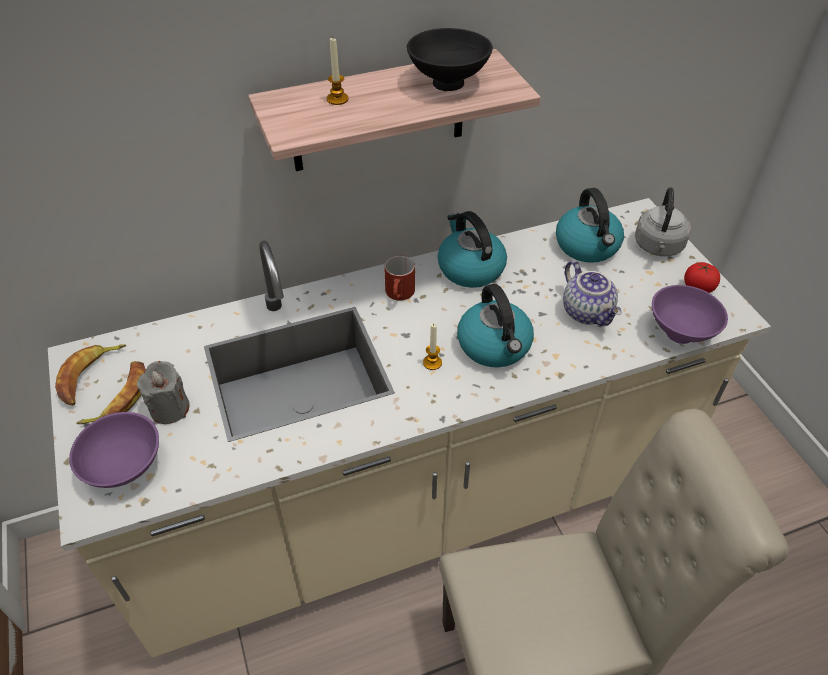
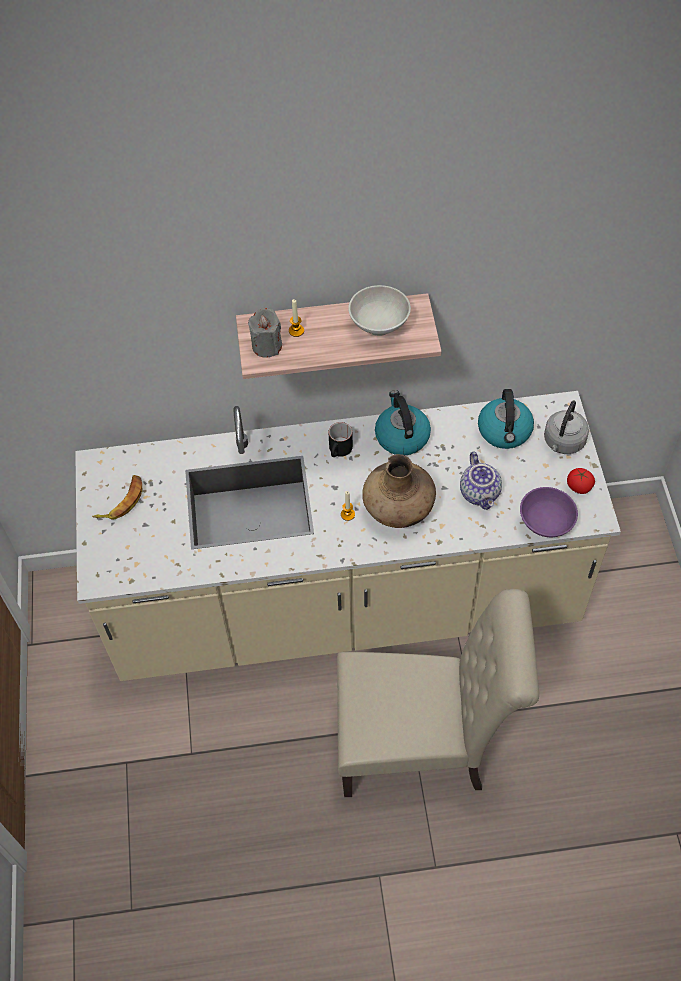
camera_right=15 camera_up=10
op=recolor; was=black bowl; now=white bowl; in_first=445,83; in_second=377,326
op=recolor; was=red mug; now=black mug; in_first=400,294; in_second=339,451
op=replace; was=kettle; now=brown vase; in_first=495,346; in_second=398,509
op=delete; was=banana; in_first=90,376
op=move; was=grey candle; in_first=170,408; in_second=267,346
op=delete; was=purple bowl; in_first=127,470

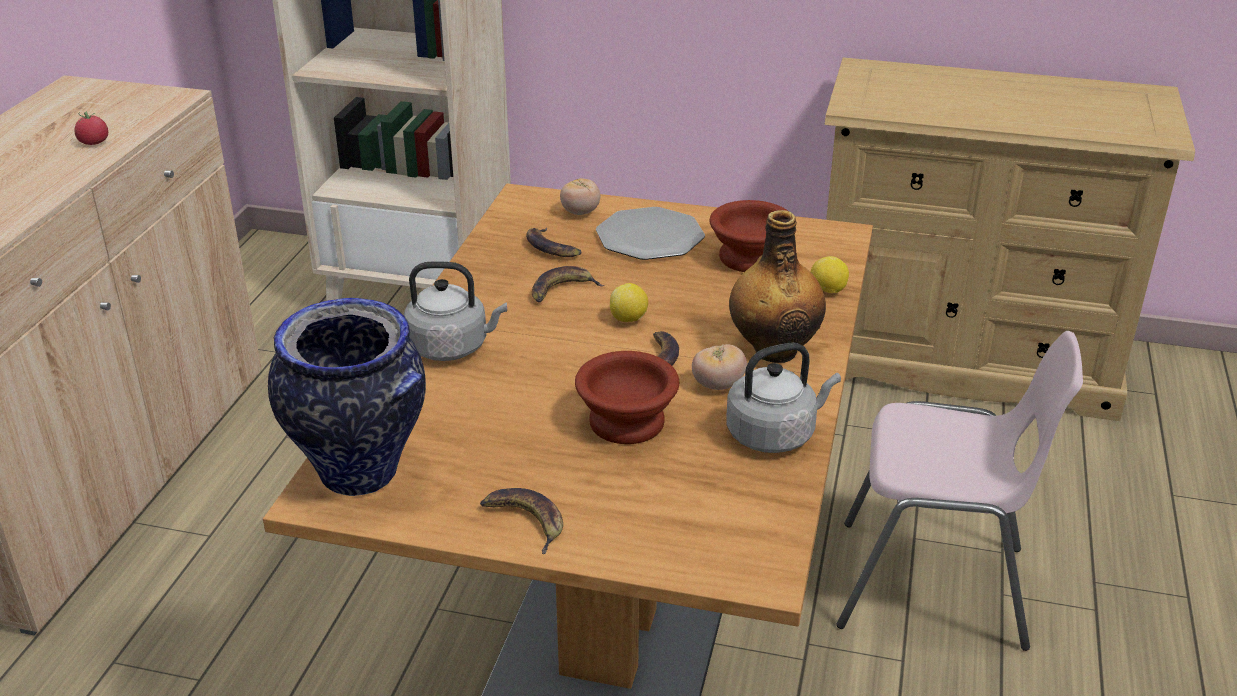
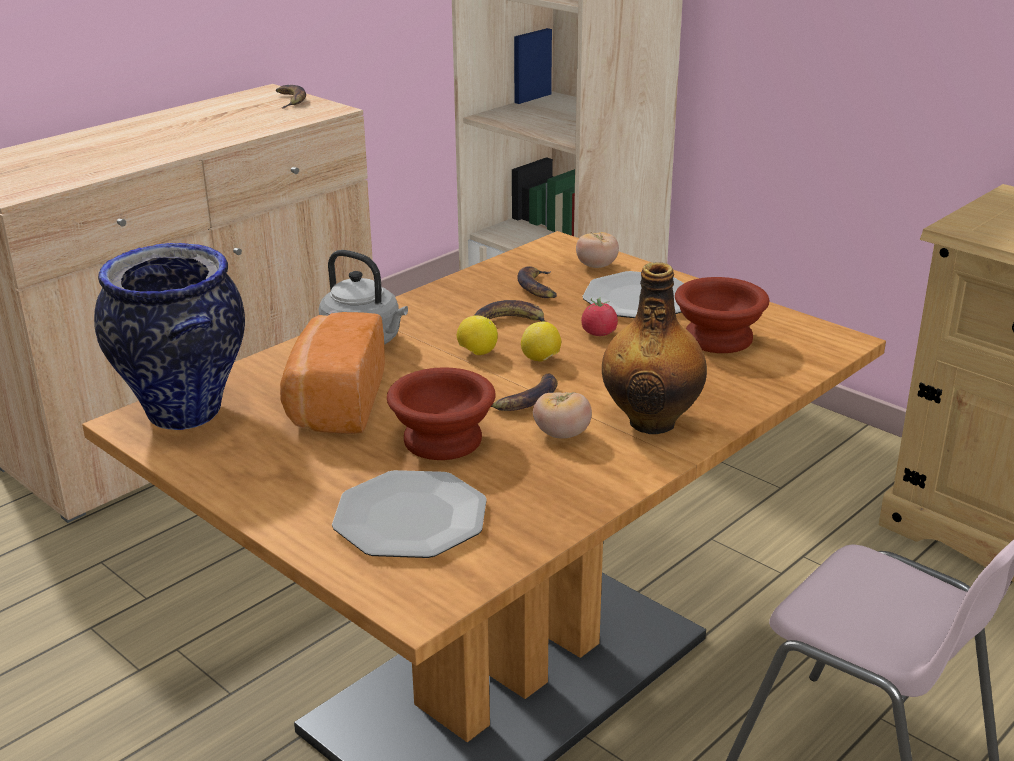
camera_right=30 camera_up=-5
op=move; was=tomato; in_first=94,143; in_second=599,333
op=move; was=lemon; in_first=827,291; in_second=477,353
op=delete; was=grey kettle; in_first=774,434
op=move; was=banana; in_first=524,521; in_second=290,100
op=insert; now=bread; in_second=334,403
op=insert; now=plate; in_second=410,518

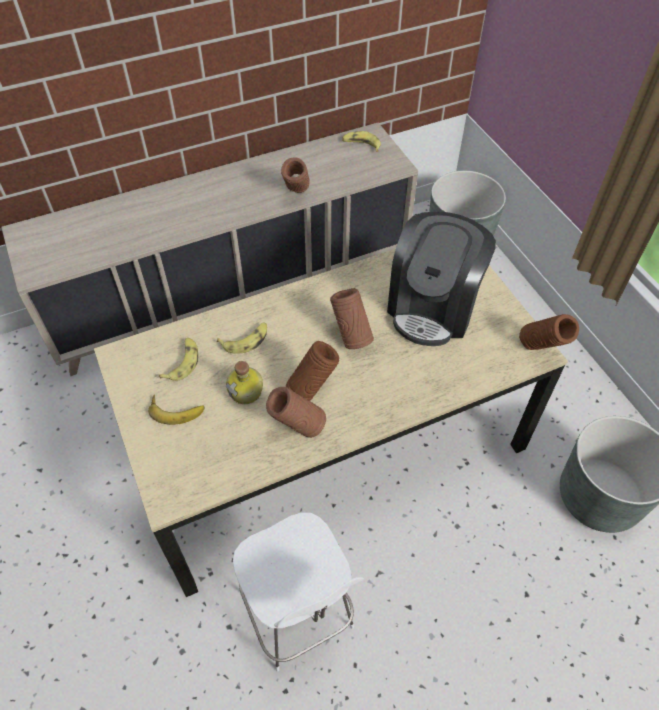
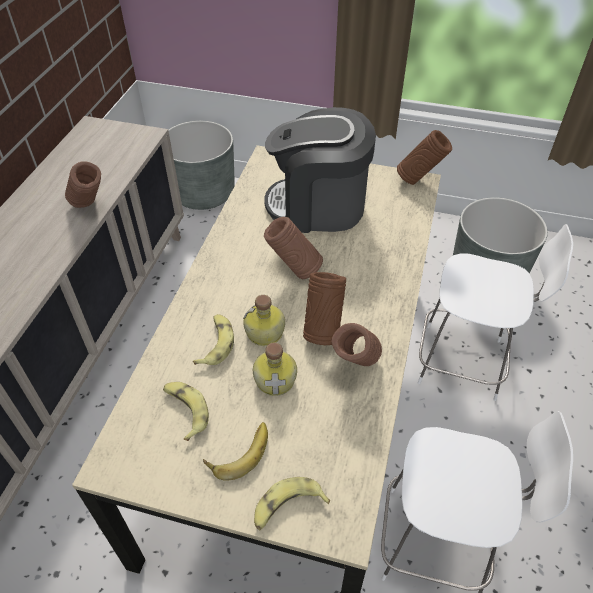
camera_right=-50 camera_up=-5
op=move; was=banana; in_first=361,145; in_second=287,507
op=rotate; was=coffee machine; in_first=433,307; in_second=318,206; clockwise=120
op=insert; now=white chair; in_second=464,362
op=insert; now=bottle; in_second=265,333

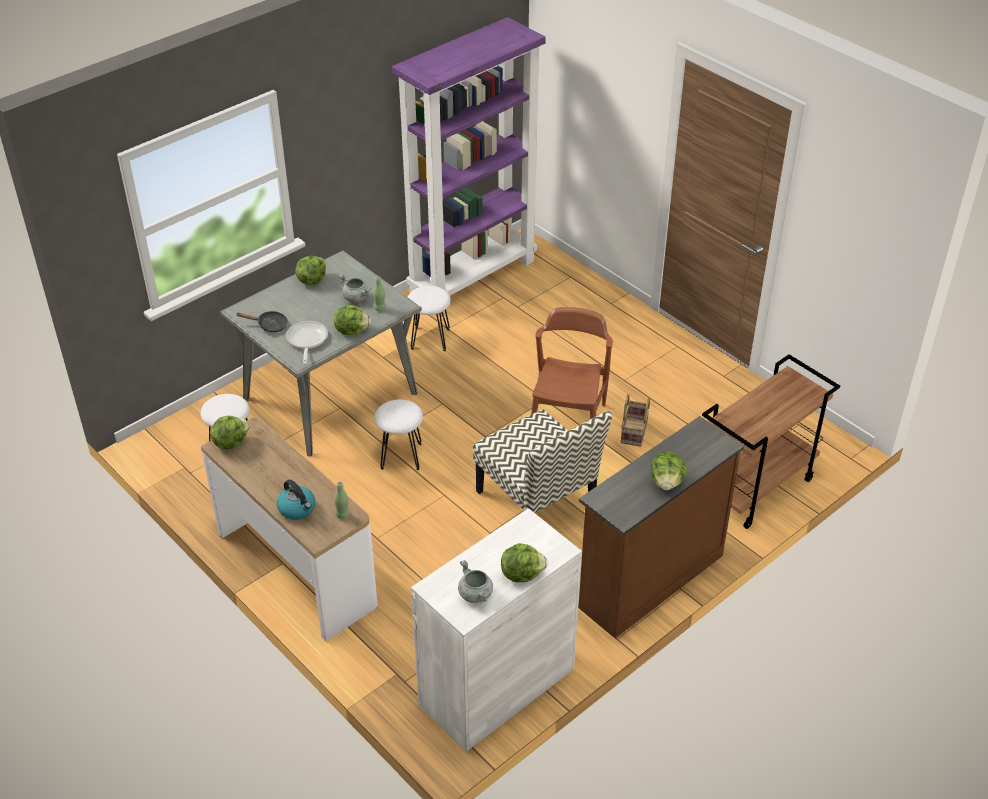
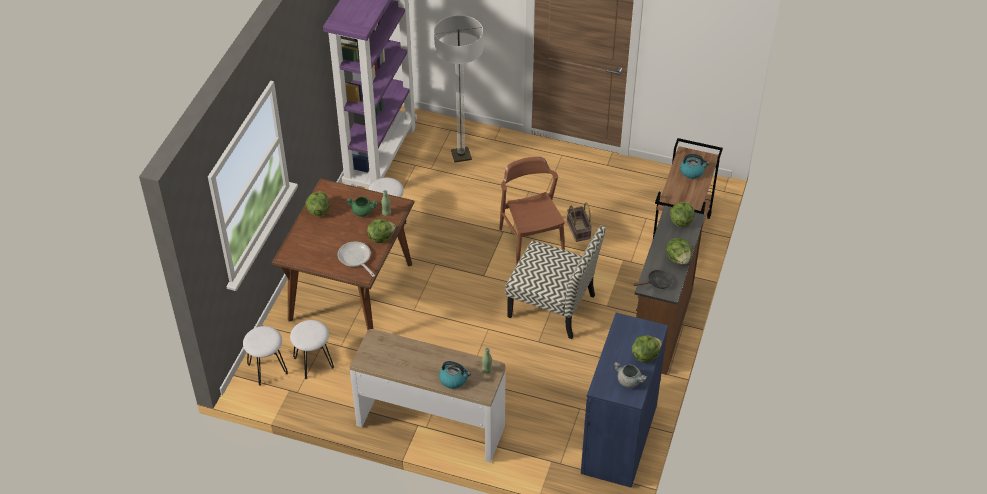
camera_right=-30 camera_up=5
op=recolor; was=grey dining table; now=brown dining table; in_first=330,396; in_second=351,292
op=recolor; was=grey cooking pot; now=green cooking pot; in_first=356,298; in_second=363,211
op=move; was=black frying pan; in_first=269,325; in_second=656,283
op=move; was=white stool; in_first=401,456; in_second=267,369
op=move; was=lettuce; in_first=230,442; in_second=681,221
op=recolor; was=white cabinet; now=blue cabinet; in_first=497,686; in_second=619,439
op=insert; now=floor lamp; in_second=461,155
op=insert; now=kettle; in_second=692,171

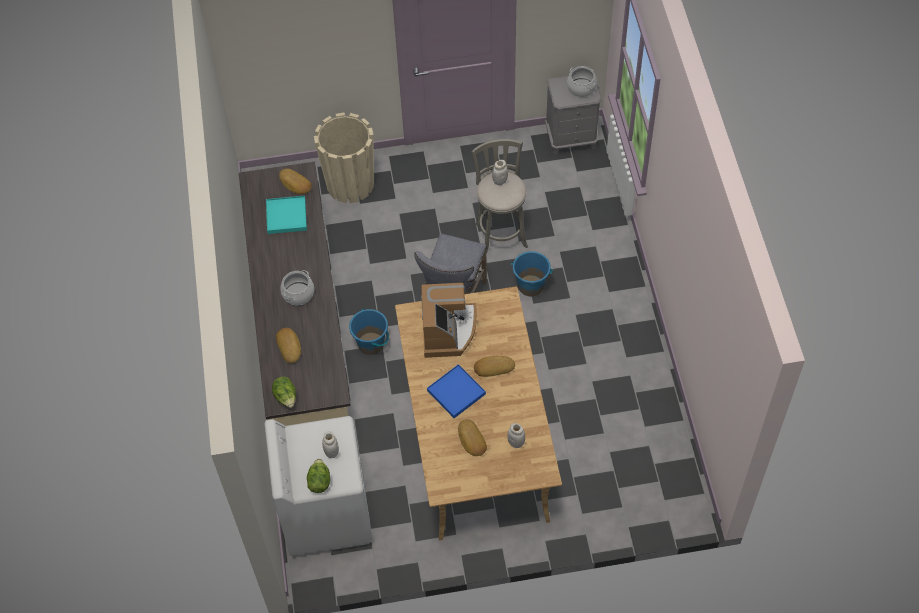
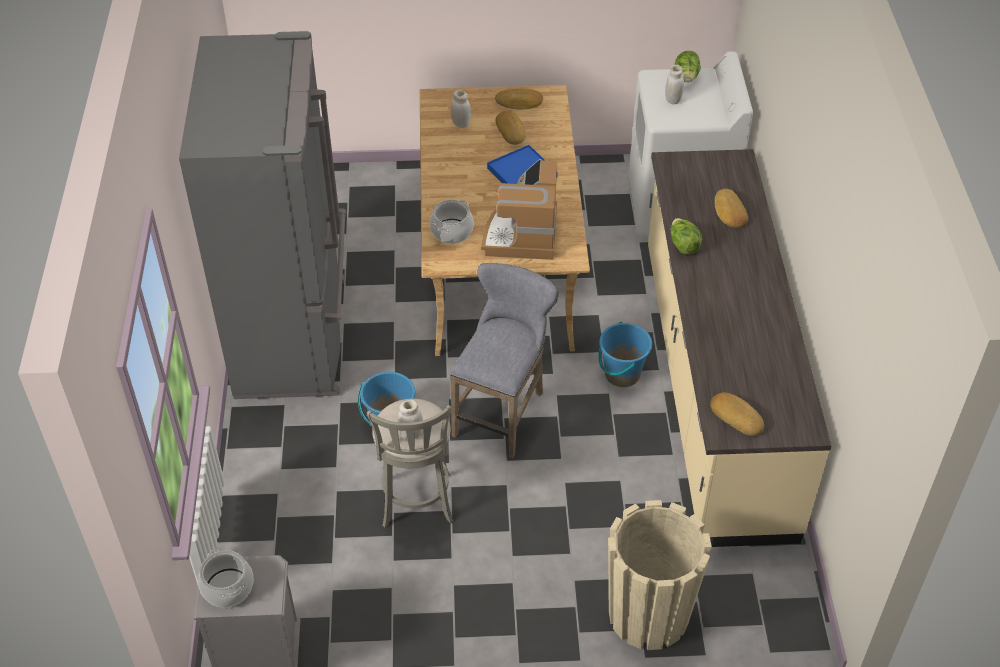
camera_right=-175 camera_up=-10
op=delete; was=turquoise tray; in_first=286,216
op=move; was=cooking pot; in_first=298,293; in_second=452,232
op=move; was=bread; in_first=493,367; in_second=519,102
op=move; was=lettuce; in_first=286,397; in_second=683,245
op=insert; now=grey fridge; in_second=295,336

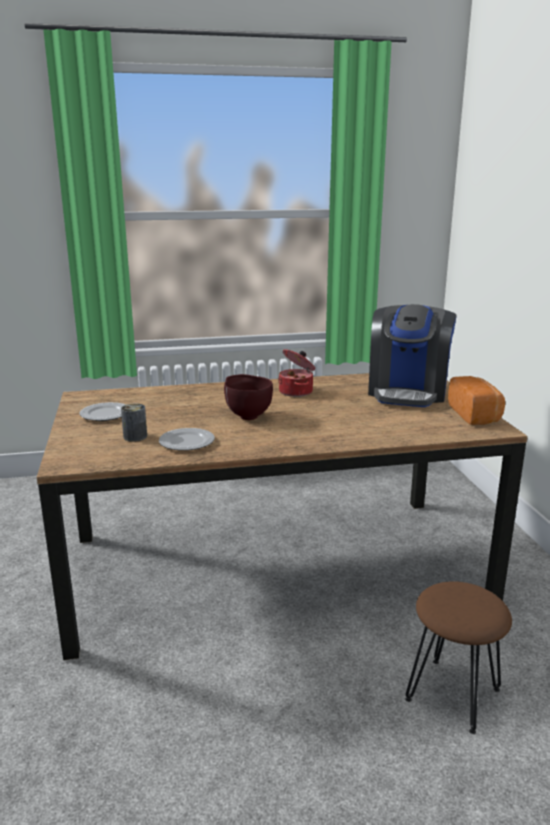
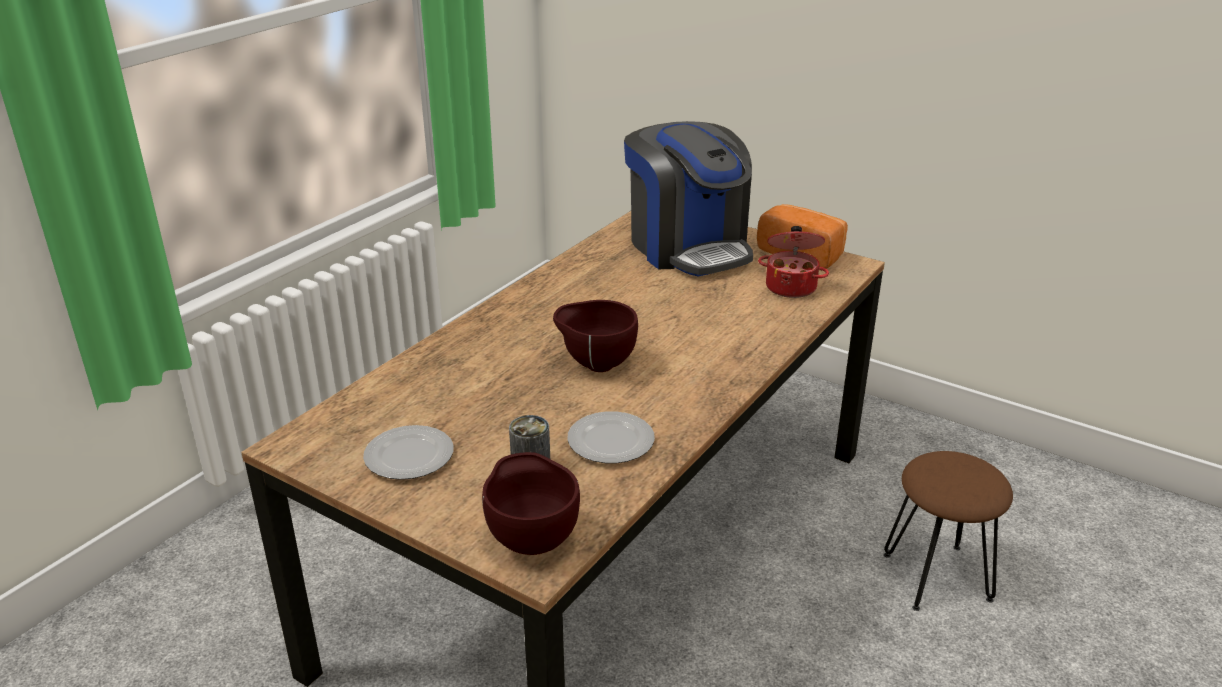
camera_right=-45 camera_up=10
op=move; was=cooking pot; in_first=297,392; in_second=791,286
op=insert; now=brown bowl; in_second=532,540

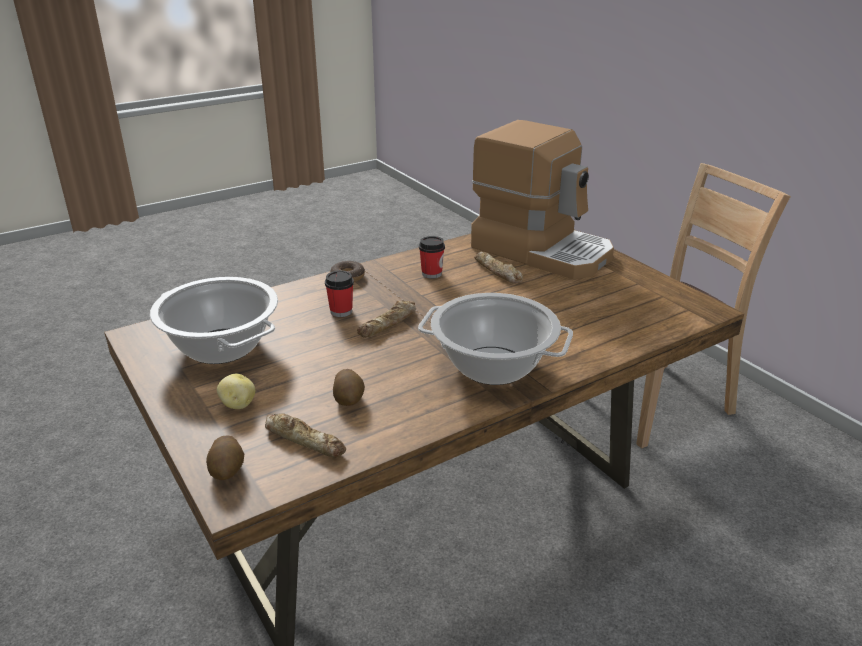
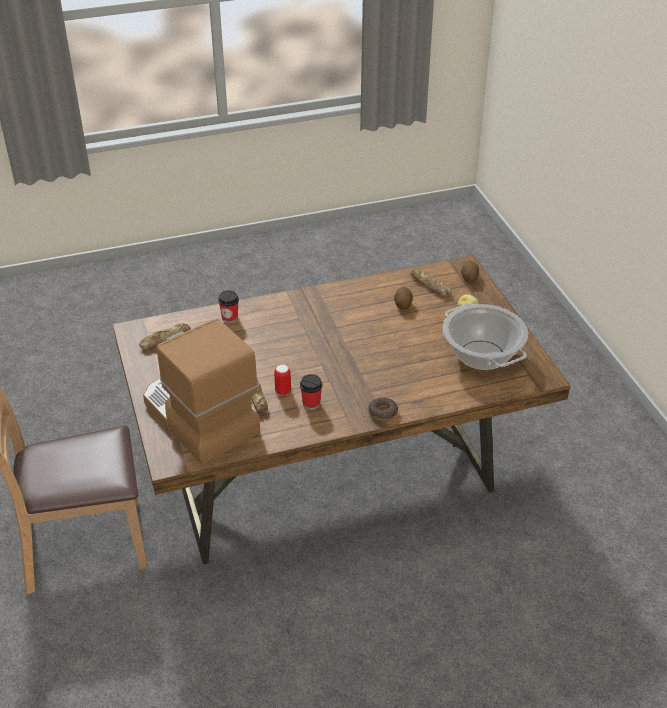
camera_right=-165 camera_up=10
op=move; was=cup; in_first=341,311; in_second=230,318
op=delete; was=cooking pot; in_first=494,366
op=move; was=bread; in_first=389,324; in_second=164,339
op=insert; now=can; in_second=283,391

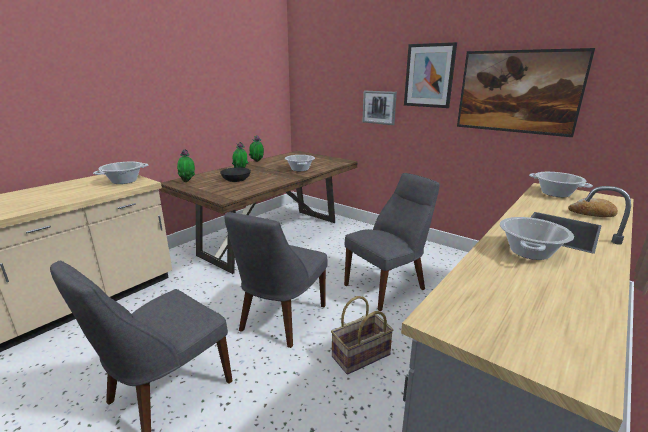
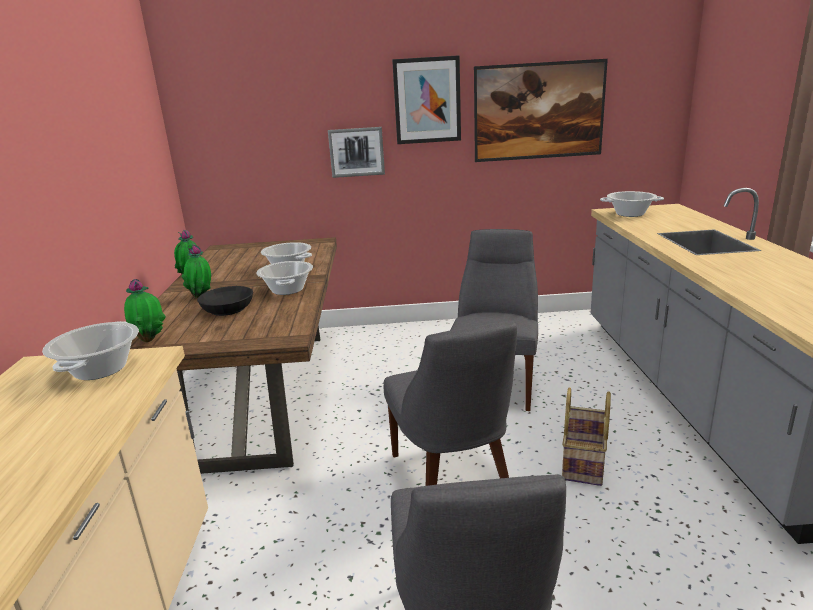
camera_right=-40 camera_up=0
op=delete; was=bread; in_first=591,214
op=move; was=cooking pot; in_first=530,252; in_second=288,290

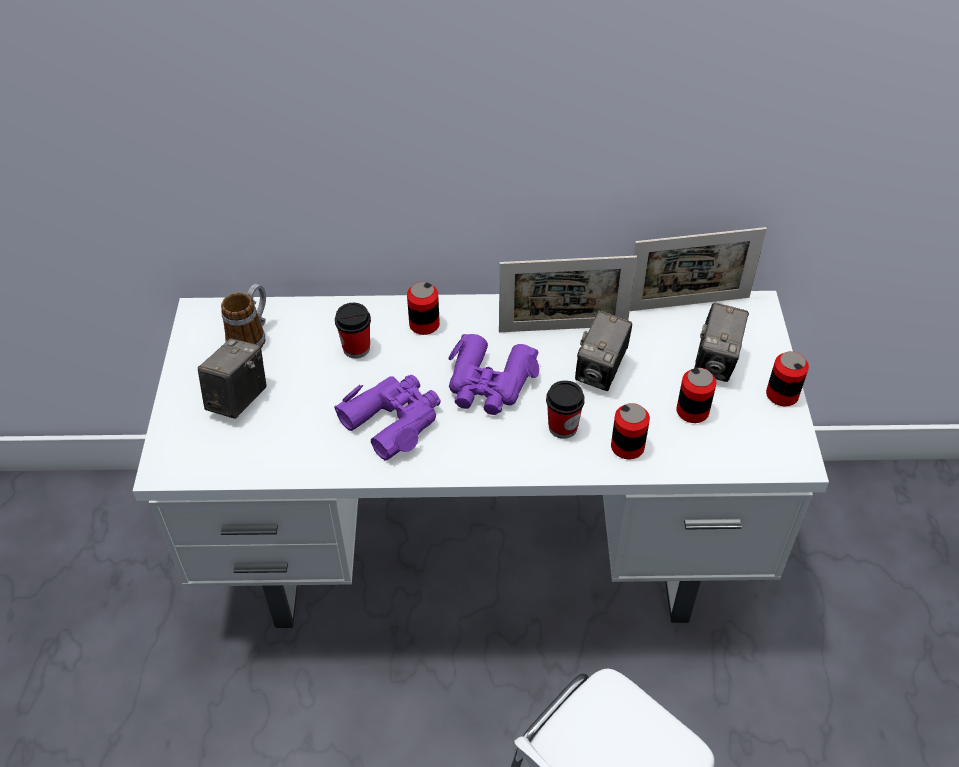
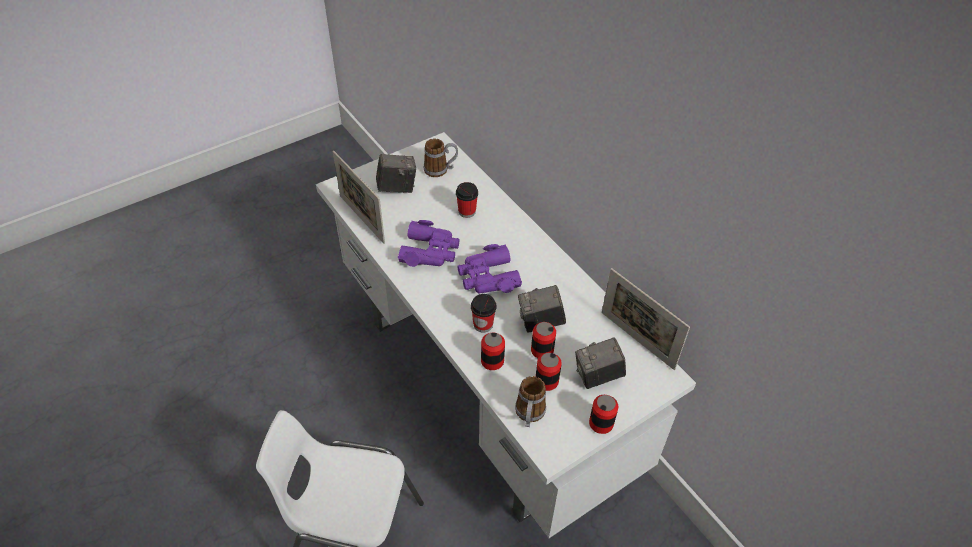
camera_right=55 camera_up=0
op=move; was=picture frame; in_first=563,328; in_second=362,219
op=move; was=can; in_first=424,324; in_second=542,350
op=insert; now=mug; in_second=529,415

